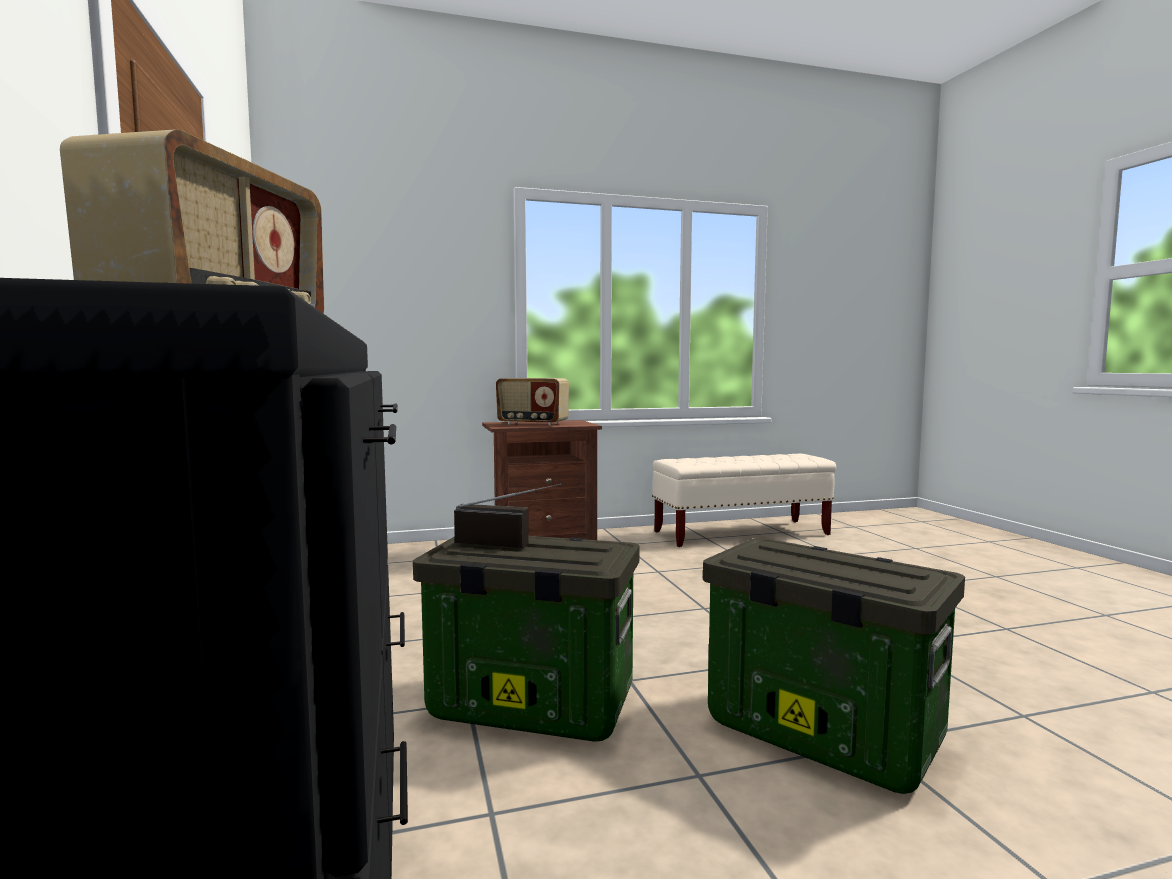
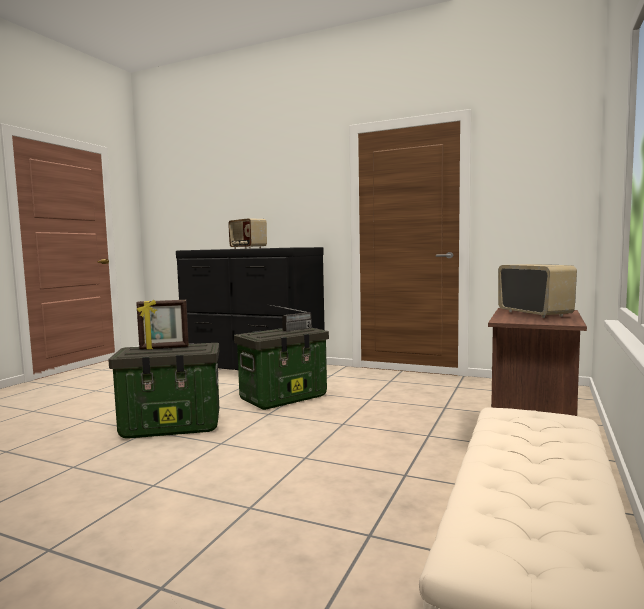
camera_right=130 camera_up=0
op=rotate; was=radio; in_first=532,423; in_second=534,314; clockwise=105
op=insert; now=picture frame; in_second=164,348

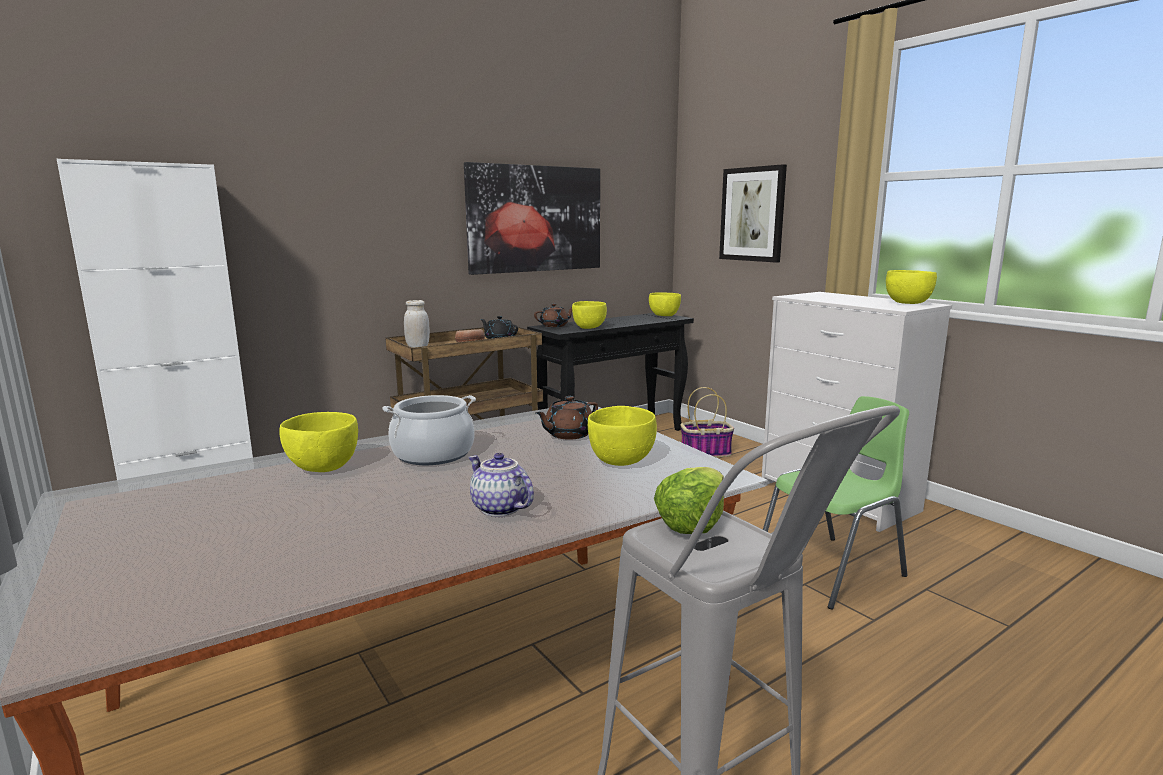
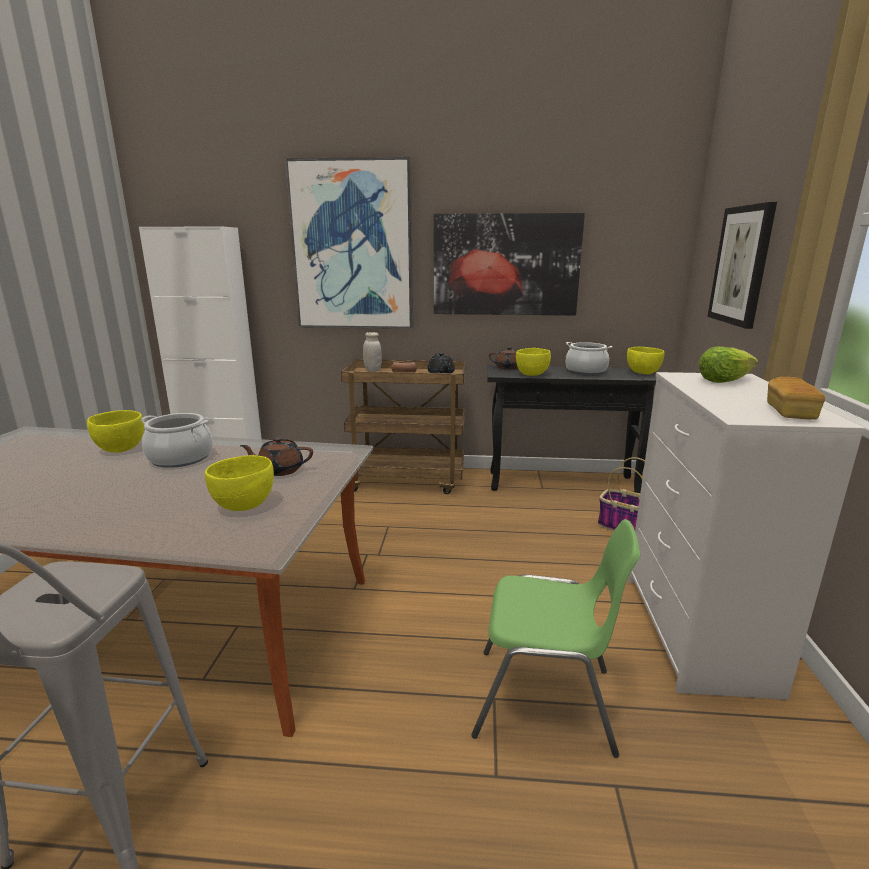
camera_right=40 camera_up=5
op=replace; was=yellow bowl; now=bread; in_first=908,303; in_second=790,413
op=delete; was=teapot; in_first=498,508
op=move; was=lettuce; in_first=692,521; in_second=723,380
op=insert; now=picture; in_second=353,247
op=insert; now=cooking pot; in_second=586,371

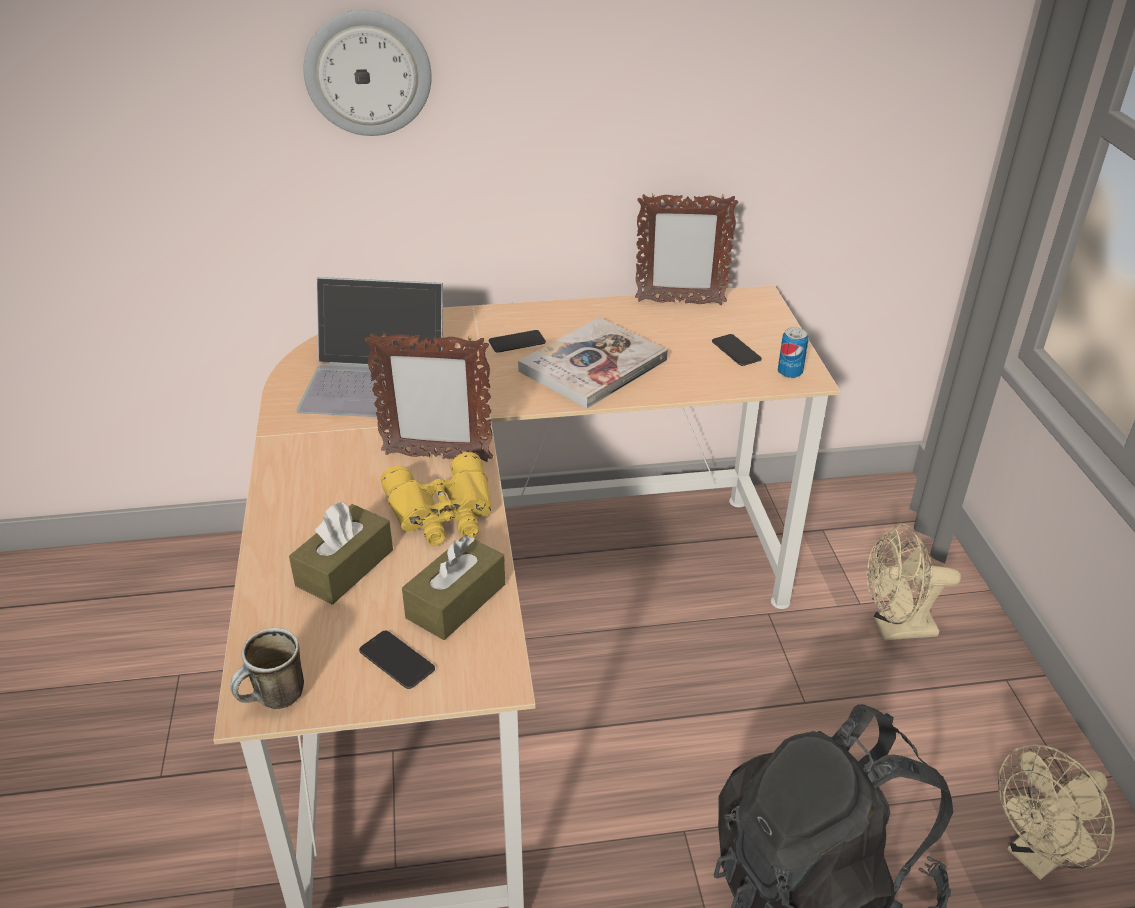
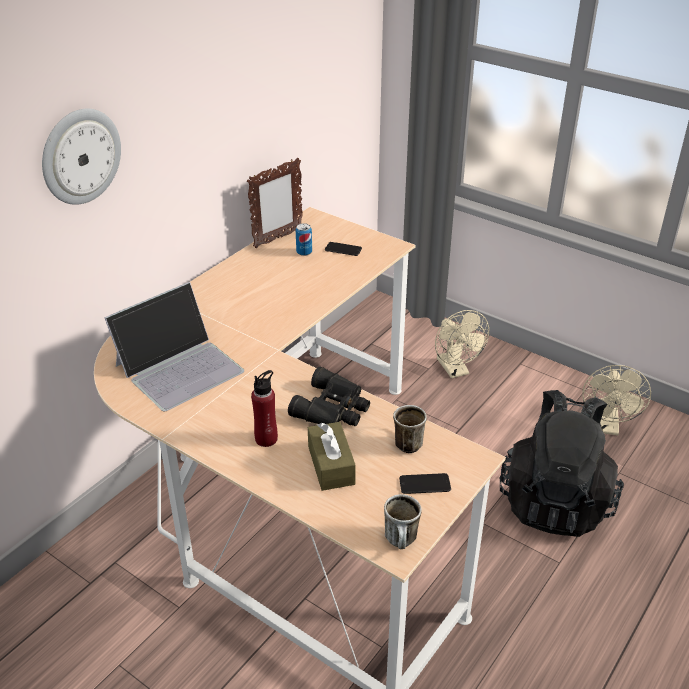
camera_right=-45 camera_up=0
op=delete; was=book; in_first=593,365
op=move; was=can; in_first=789,373; in_second=304,252
op=delete; was=phone; in_first=517,342
op=delete; was=picture frame; in_first=436,457
op=recolor; was=yellow binoculars; now=black binoculars; in_first=443,512; in_second=333,408
op=rotate; was=beige fan; in_first=895,629; in_second=455,370; clockwise=-60
op=replace; was=brown tissue box; now=mug; in_first=456,601; in_second=407,441
op=insert; now=red bottle; in_second=266,439

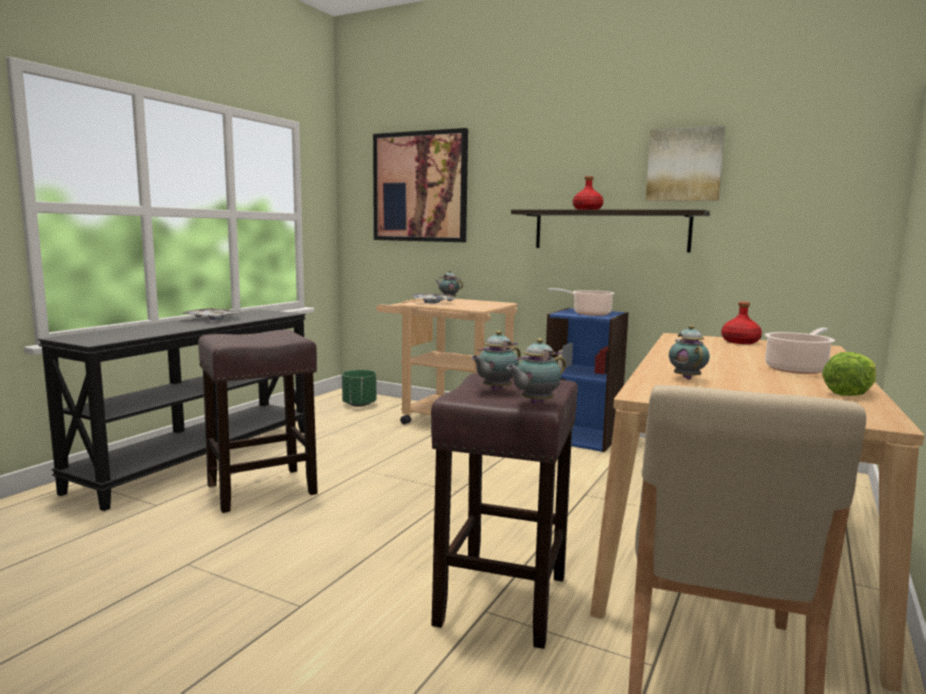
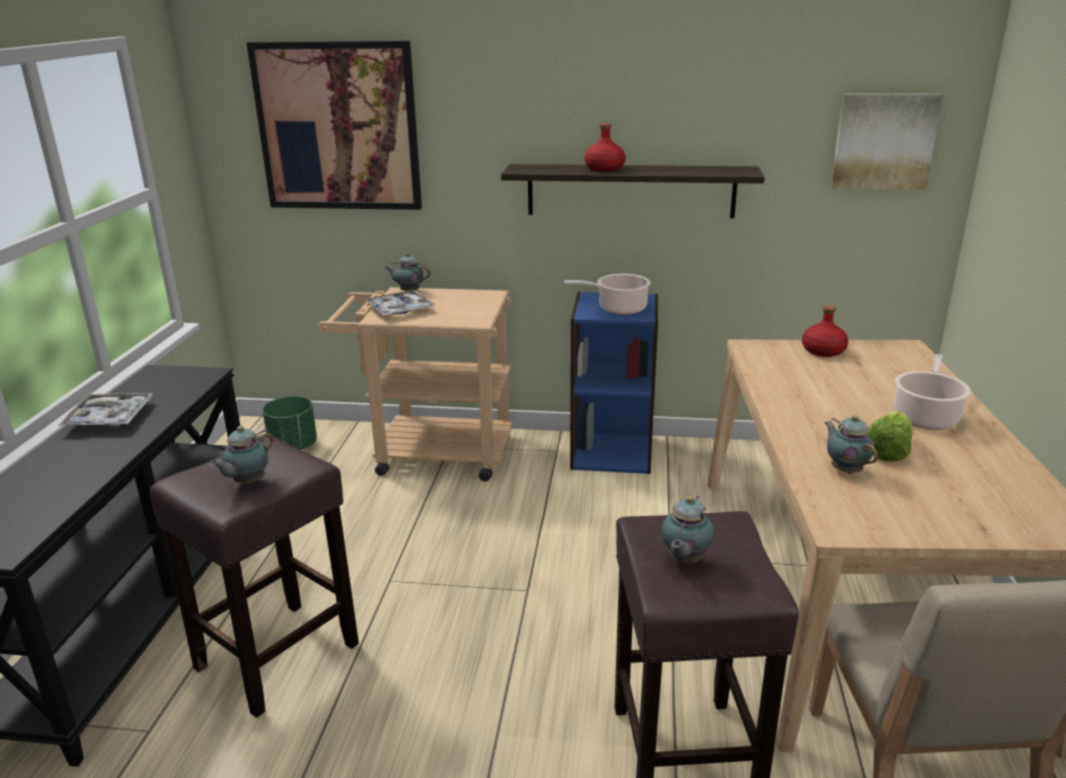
camera_right=-20 camera_up=15
op=move; was=picture; in_first=684,164; in_second=883,141
op=move; was=teapot; in_first=535,403; in_second=247,482
op=move; was=lettuce; in_first=849,393; in_second=887,451

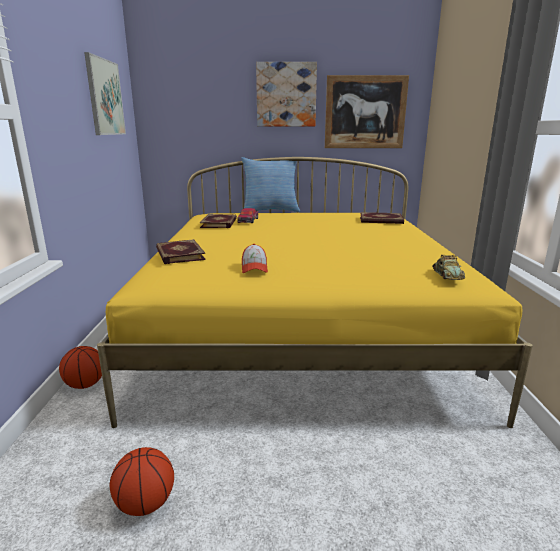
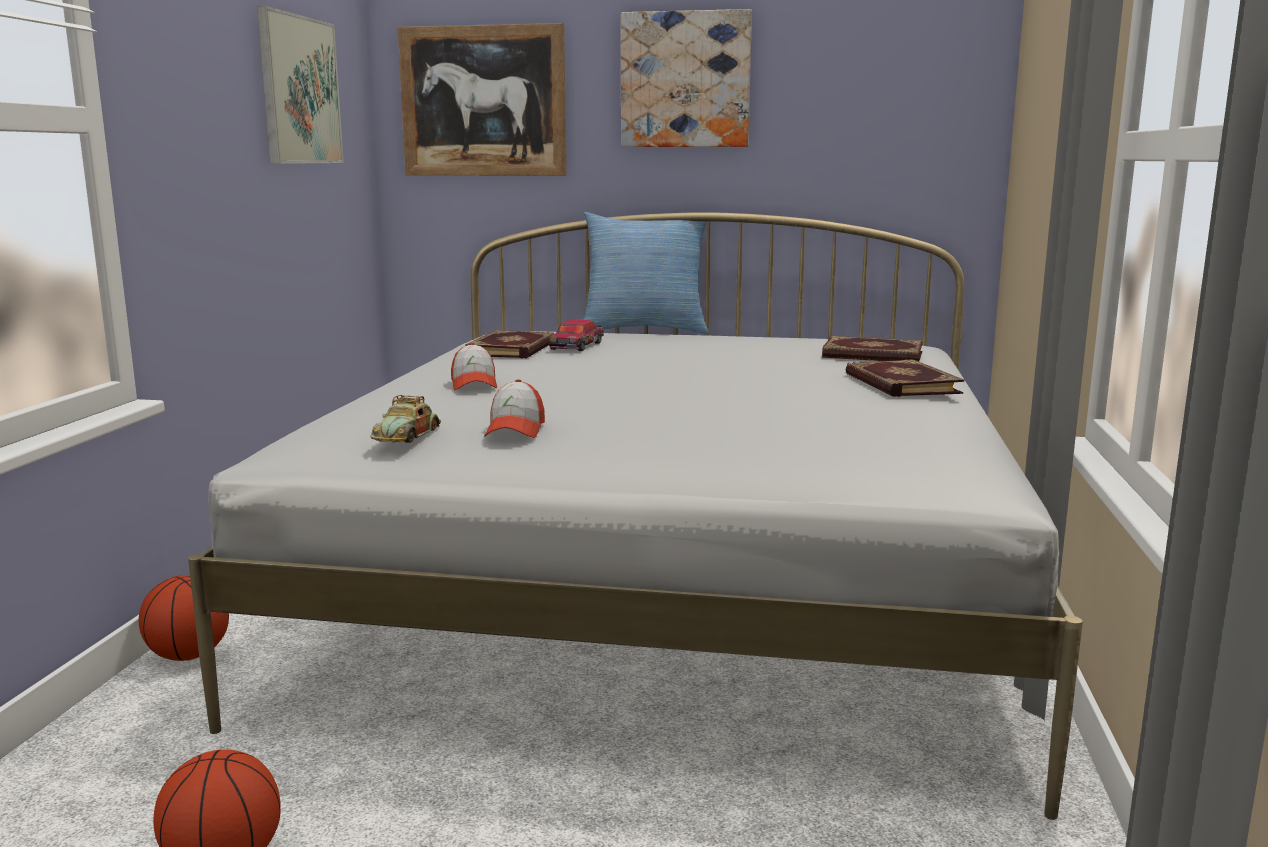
camera_right=10 camera_up=-5
op=move; was=picture; in_first=365,112; in_second=483,101
op=recolor; was=yellow bed; now=white bed; in_first=301,330; in_second=669,590
op=move; was=book; in_first=179,254; in_second=900,384
op=move; was=toy car; in_first=447,275; in_second=407,436
op=insert; now=cap; in_second=474,384

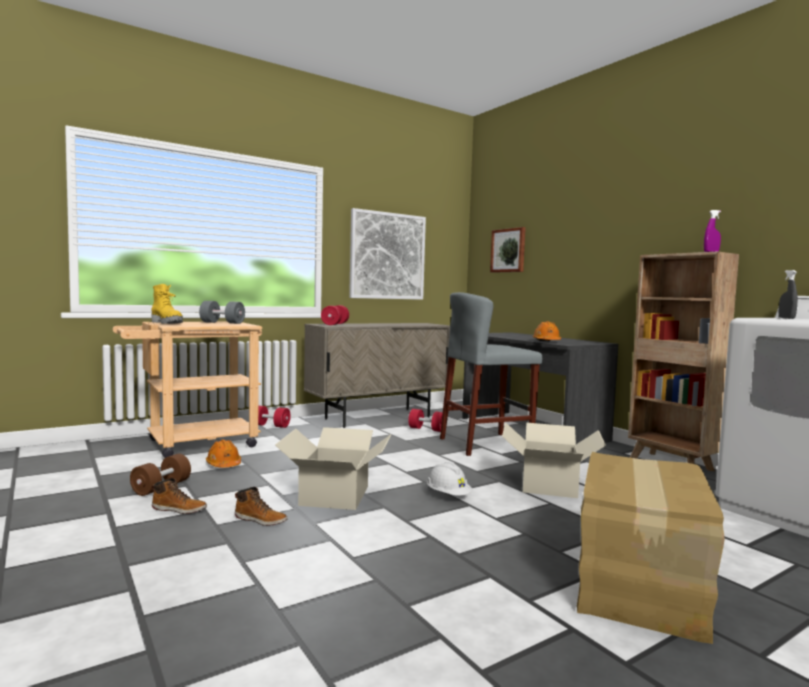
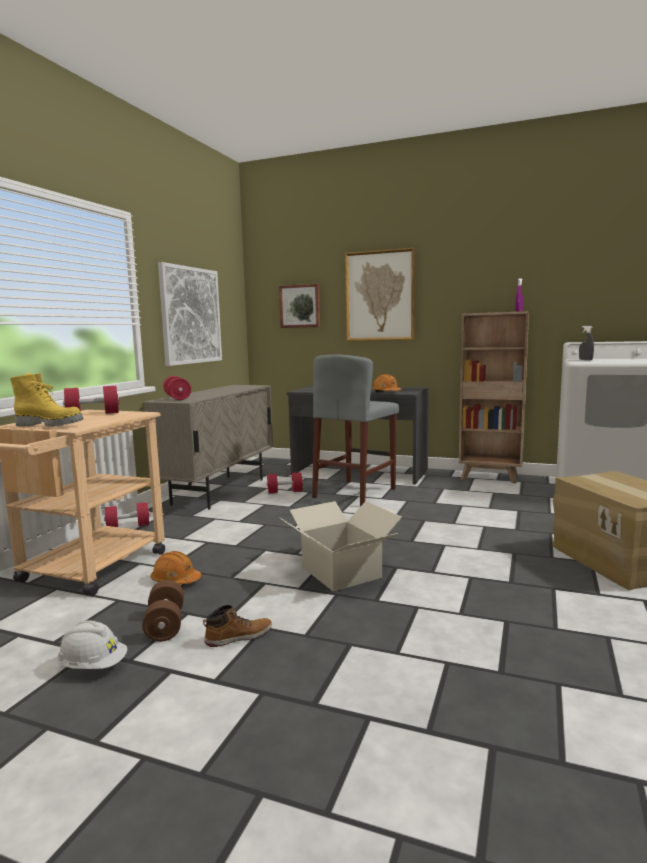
camera_right=-35 camera_up=5
op=recolor; was=grey dumbbell; now=red dumbbell; in_first=222,323; in_second=93,414
op=delete; was=cardboard box; in_first=548,485
op=move; was=white hard hat; in_first=448,495; in_second=93,666
op=delete; was=boot; in_first=261,520
op=insert; now=picture; in_second=380,296

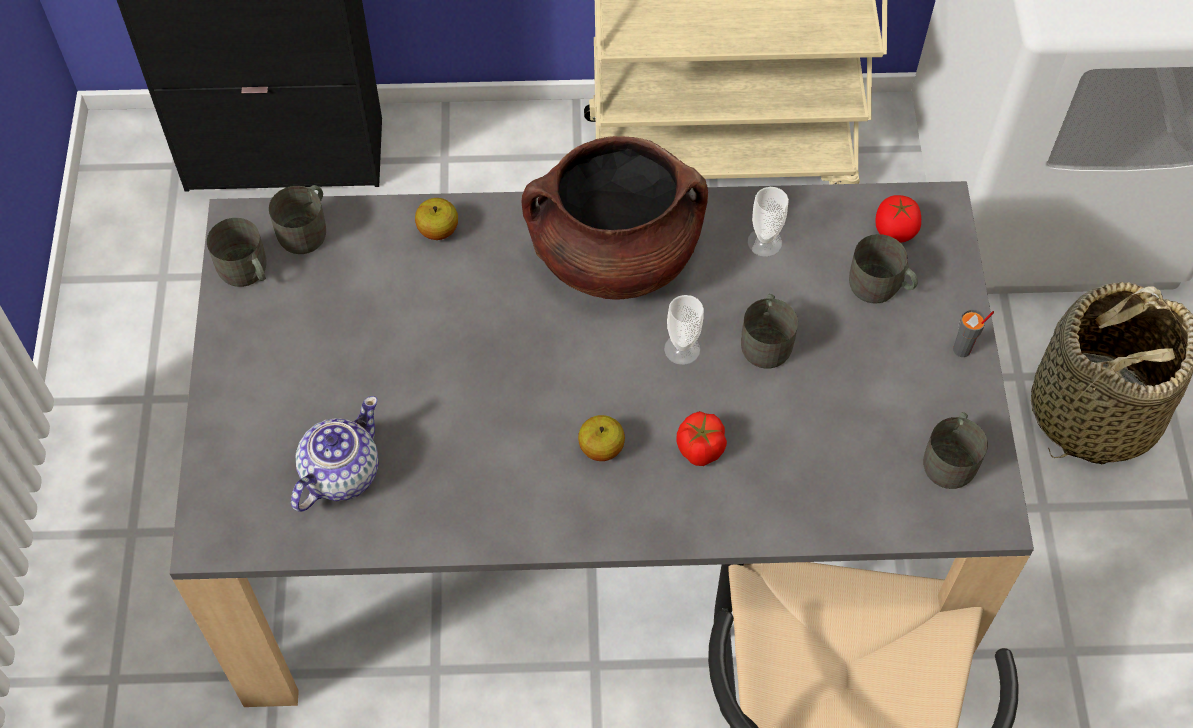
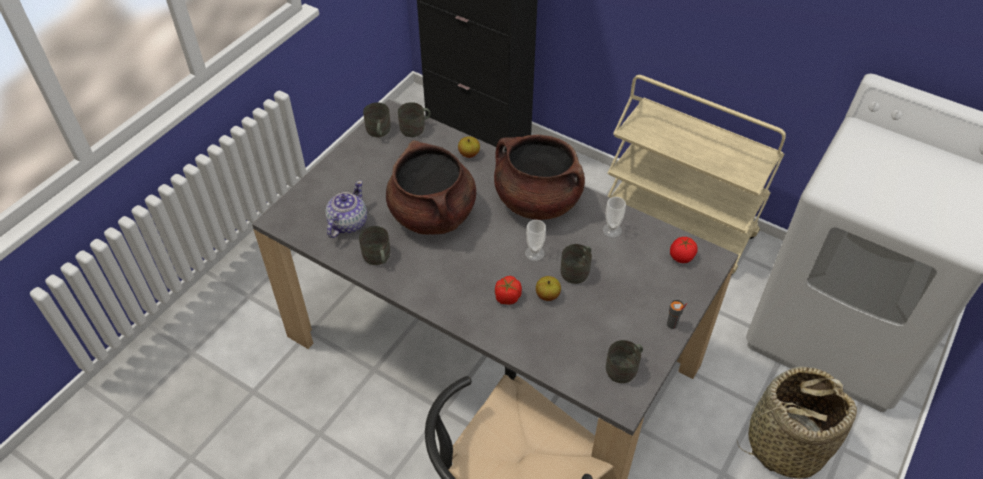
camera_right=35 camera_up=-10
op=move; was=grey mug; in_first=880,287; in_second=377,258
op=rotate; was=teapot; in_first=339,474; in_second=347,223; clockwise=-45
op=move; was=apple; in_first=601,448; in_second=547,295
op=insert; now=brown cooking pot; in_second=433,214

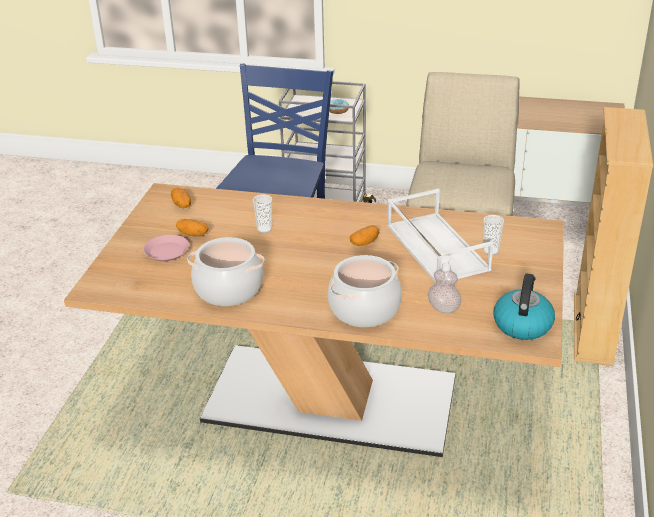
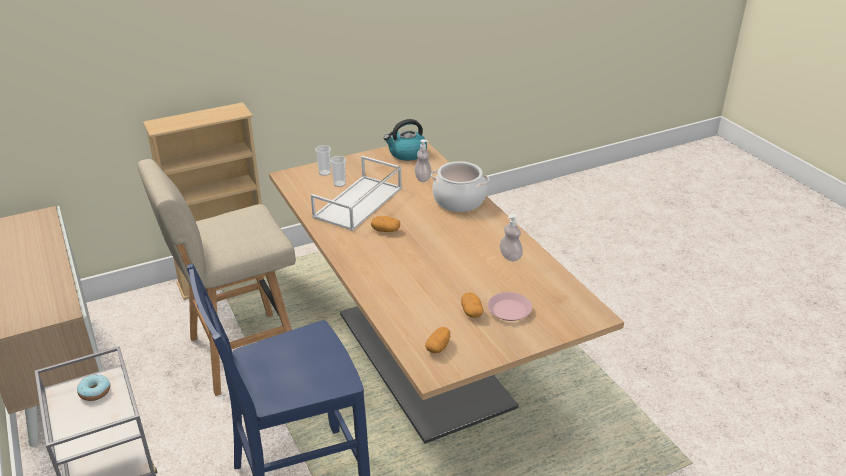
camera_right=-130 camera_up=0
op=move; was=cup; in_first=264,229; in_second=324,173
op=replace; was=cooking pot; now=soap dispenser; in_first=228,289; in_second=510,257

